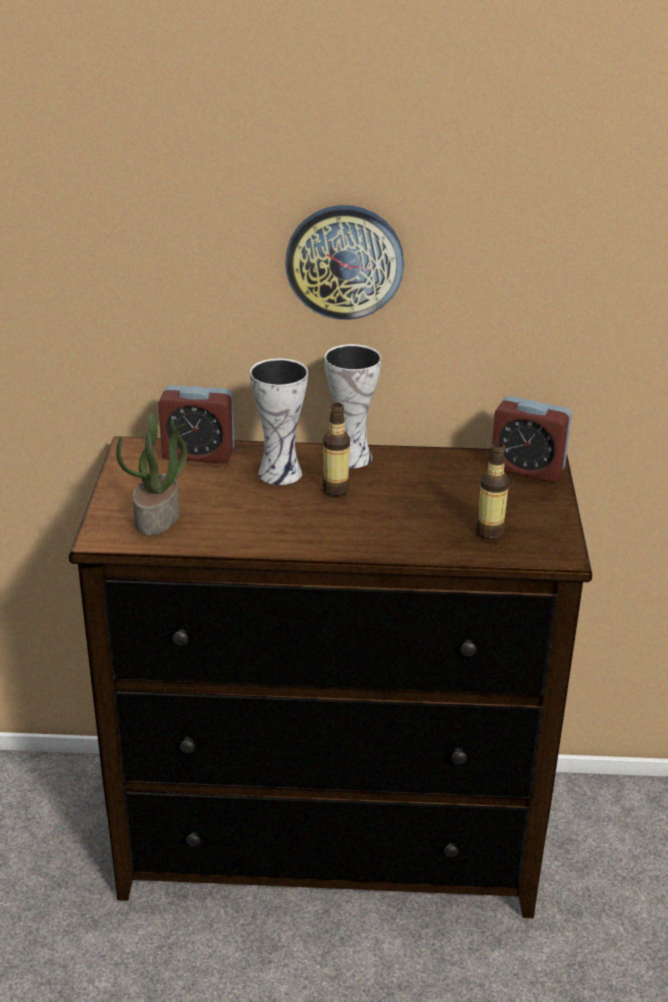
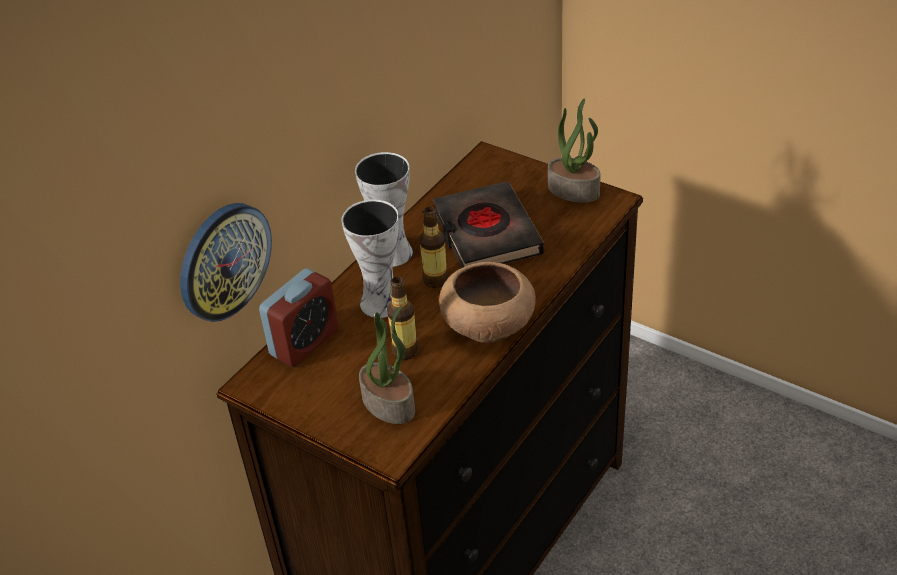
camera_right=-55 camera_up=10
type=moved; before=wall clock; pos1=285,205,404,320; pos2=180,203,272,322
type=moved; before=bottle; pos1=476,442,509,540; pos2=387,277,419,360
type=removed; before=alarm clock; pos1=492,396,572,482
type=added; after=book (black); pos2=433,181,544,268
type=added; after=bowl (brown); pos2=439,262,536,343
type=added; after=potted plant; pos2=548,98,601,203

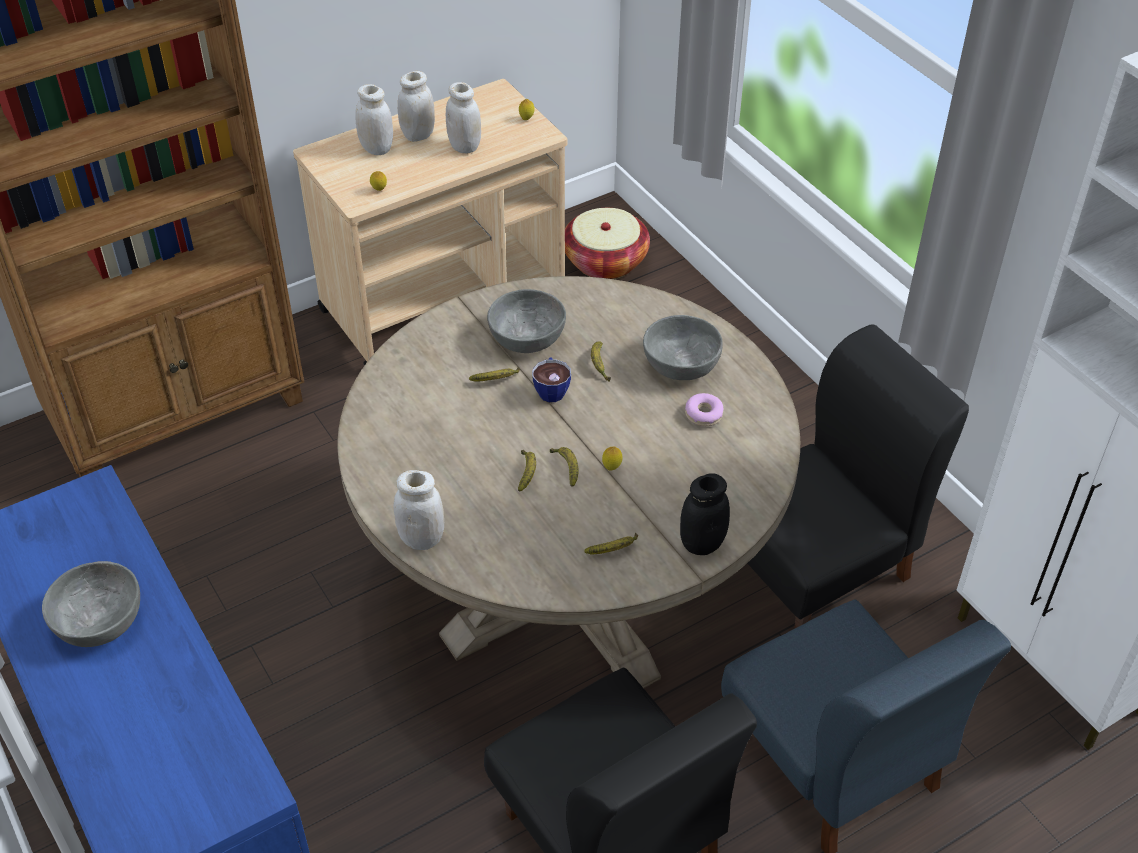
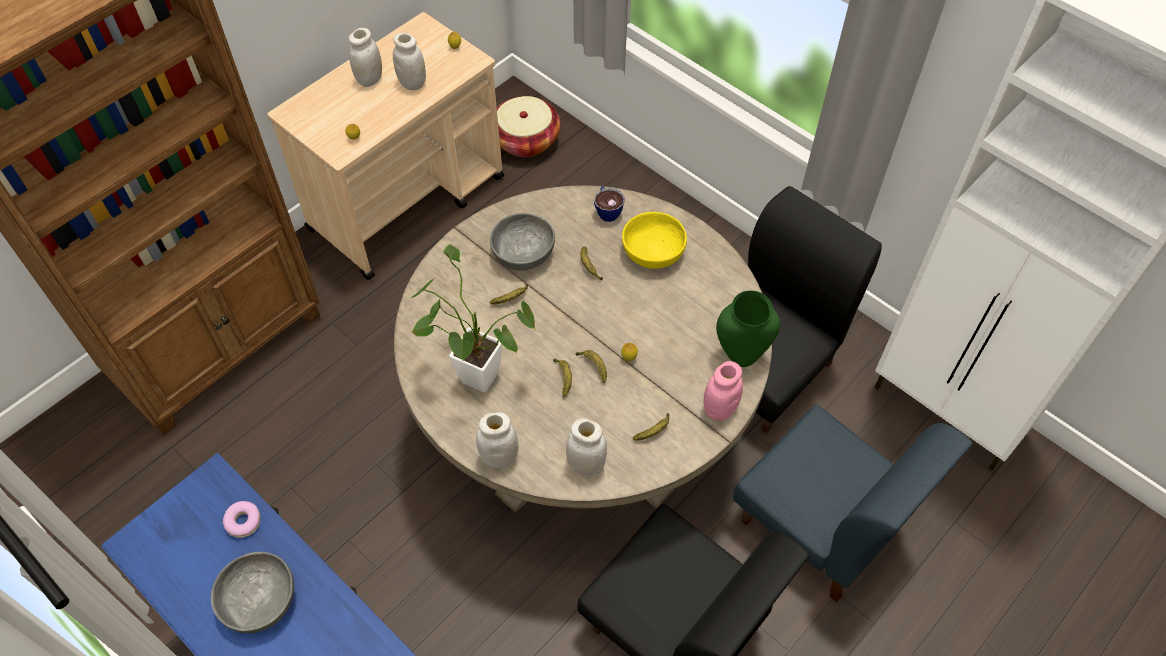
camera_right=-15 camera_up=10
type=moved; before=jar (white); pos1=355,84,393,155; pos2=566,418,607,476
type=moved; before=cup; pos1=532,358,571,402; pos2=594,187,625,222
type=recoloured; before=bowl (grey); after=bowl (yellow); pos1=643,315,723,380; pos2=622,212,687,269
type=recoloured; before=jar (black); after=jar (pink); pos1=680,473,730,555; pos2=704,361,743,421
type=moved; before=donut; pos1=685,393,724,426; pos2=223,501,260,538
type=added; after=potted plant; pos2=411,244,535,393
type=added; after=vase (green); pos2=716,290,780,367

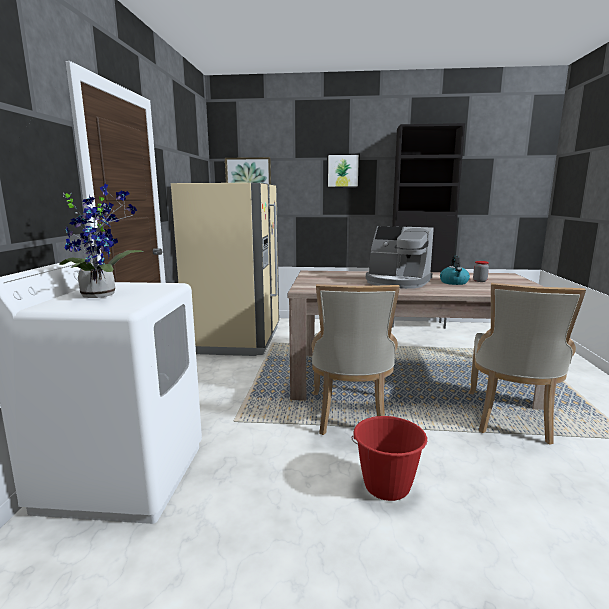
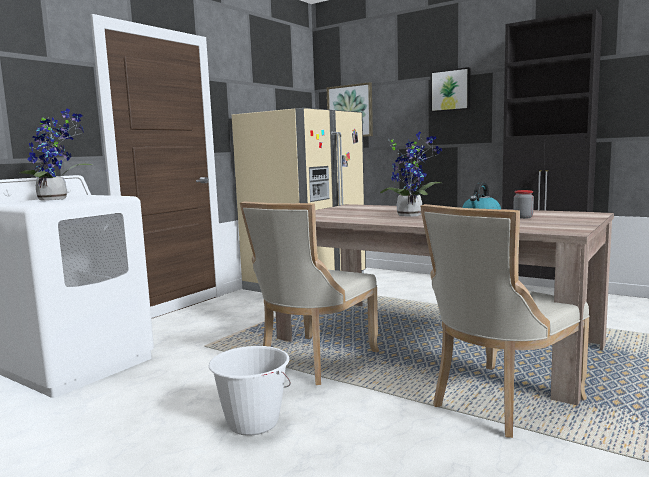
camera_right=30 camera_up=-5
type=recoloured; before=bucket (red); after=bucket (white); pos1=352,416,428,501; pos2=209,346,291,436
type=replaced; before=coffee machine; after=potted plant; pos1=366,226,434,289; pos2=380,131,442,217

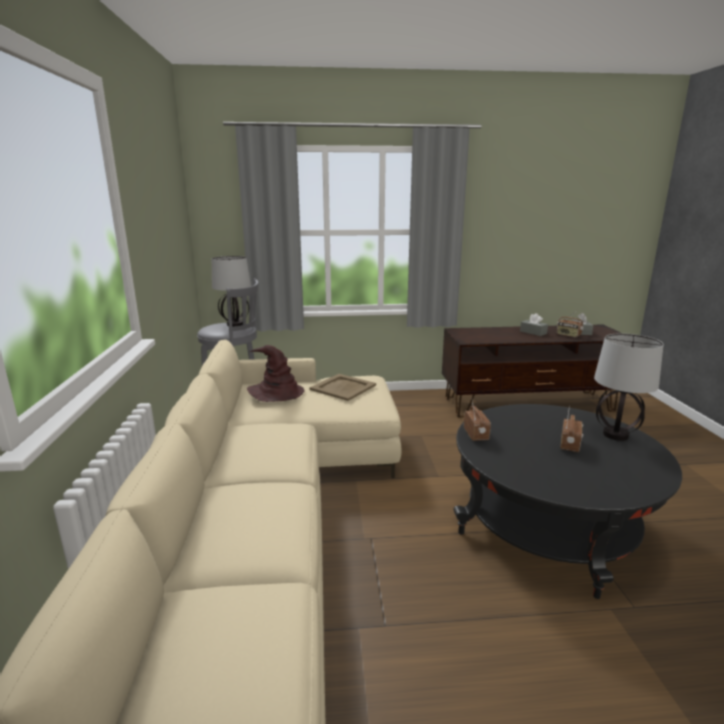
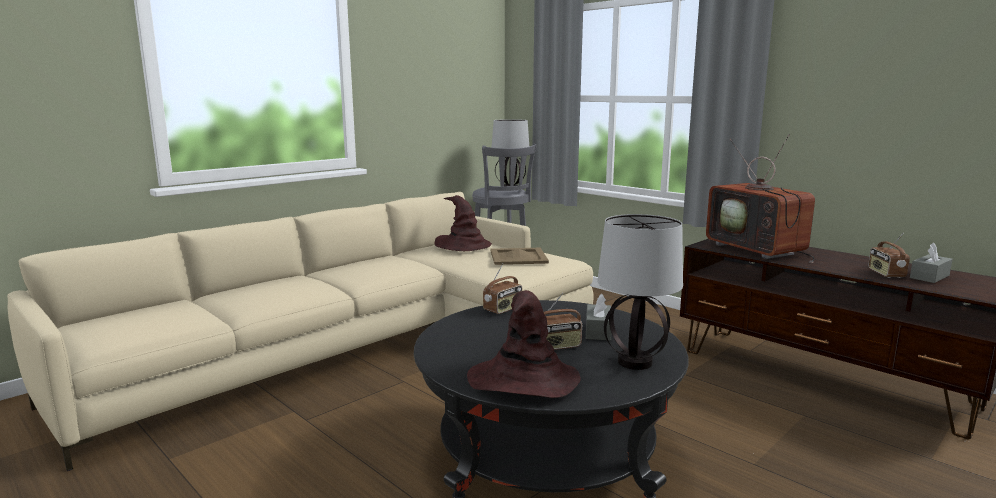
camera_right=50 camera_up=-5
type=moved; before=tissue box (grey); pos1=520,313,548,336; pos2=586,294,611,340
type=added; after=hat (brown); pos2=467,290,581,398
type=added; after=television; pos2=706,134,815,263

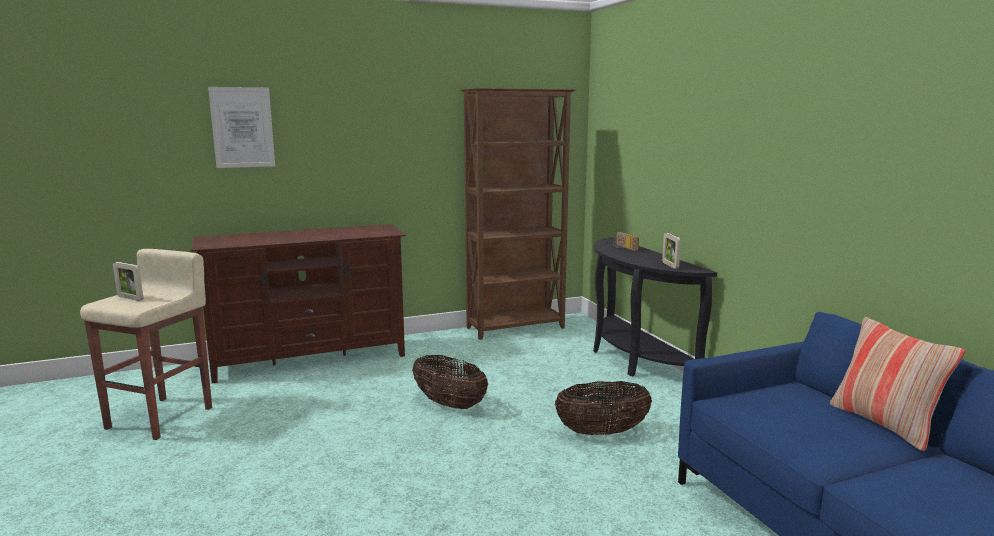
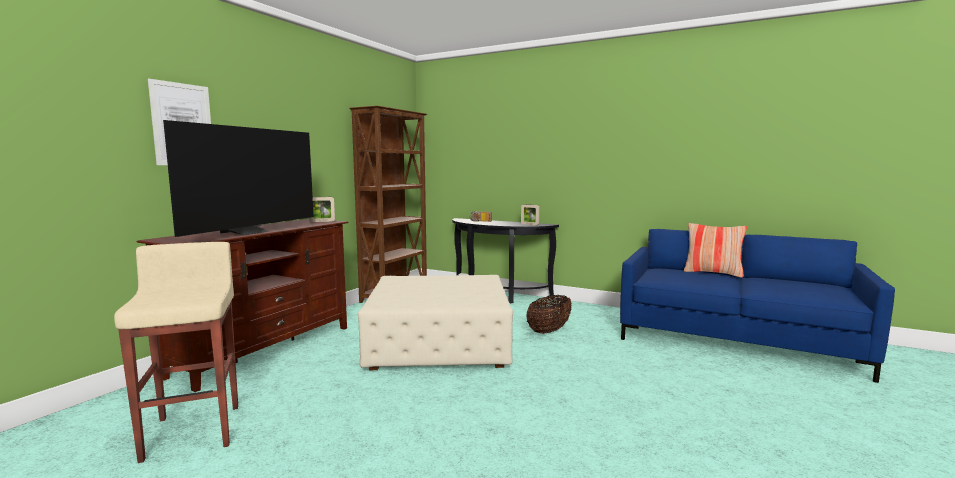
camera_right=-40 camera_up=-5
type=moved; before=picture frame; pos1=113,262,143,301; pos2=309,197,335,222
type=replaced; before=basket; after=ottoman (beige); pos1=412,355,488,409; pos2=358,275,513,370
type=added; after=television; pos2=163,120,314,237

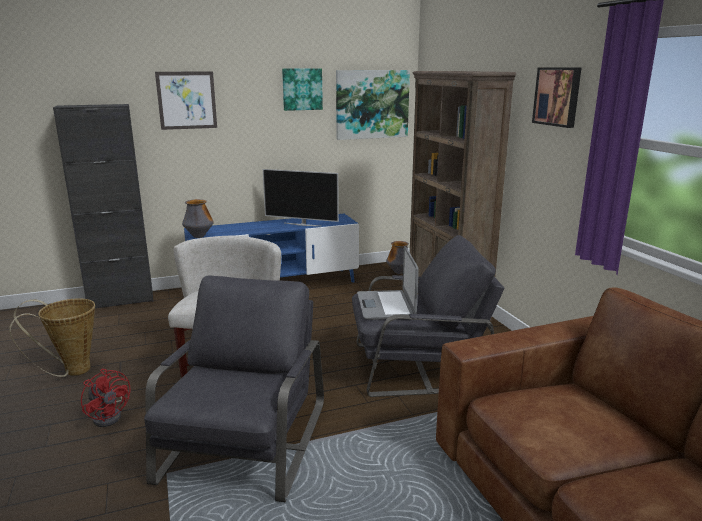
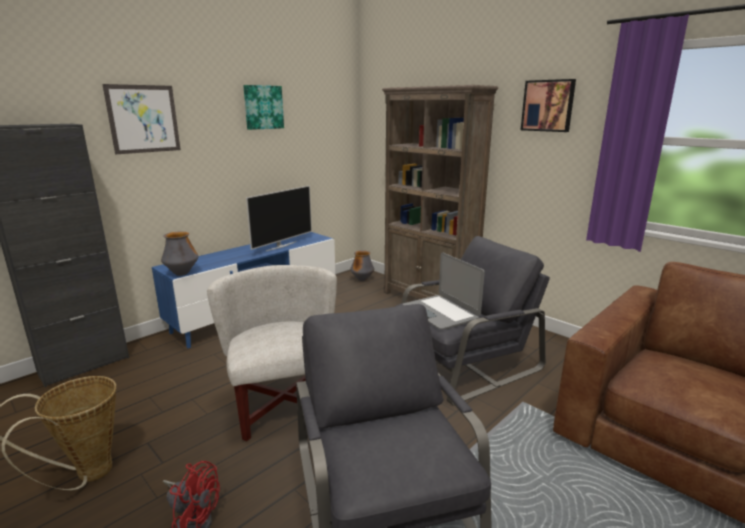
camera_right=-25 camera_up=0
type=turned; before=television; pos1=263,169,339,226; pos2=246,185,312,251; turn=-45
type=removed; before=picture; pos1=336,70,410,140

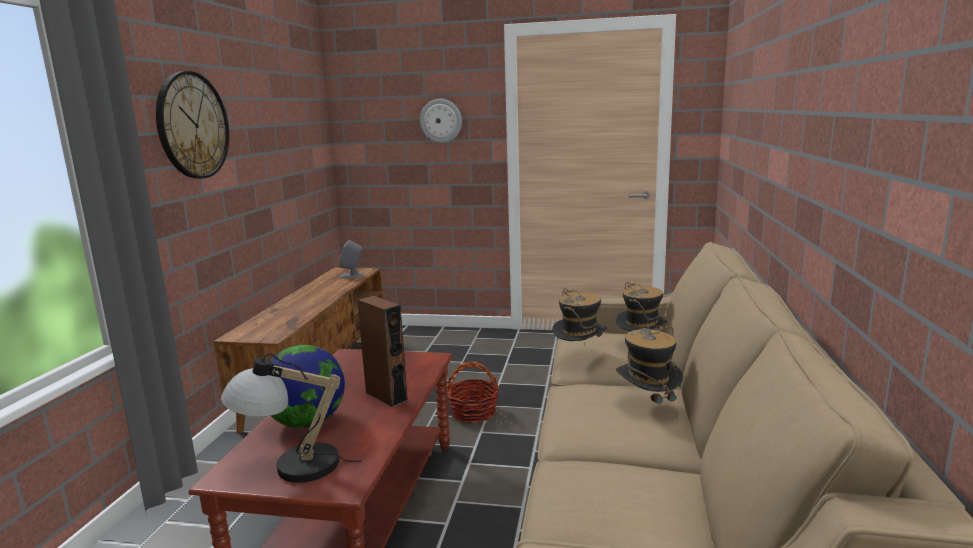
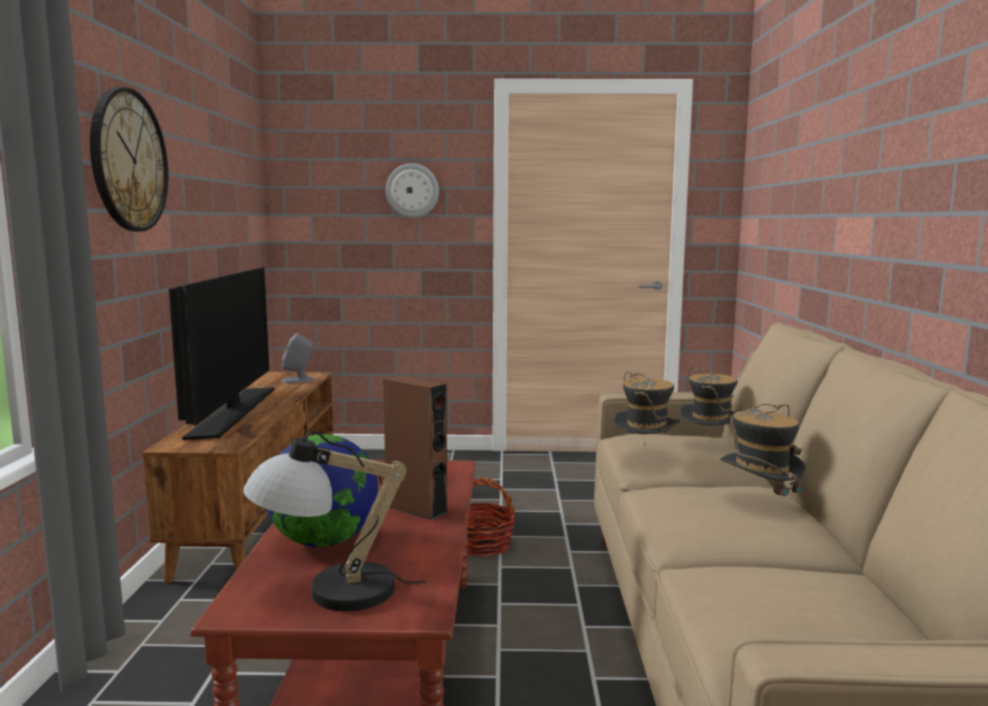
camera_right=-10 camera_up=-5
type=added; after=television; pos2=169,267,275,440

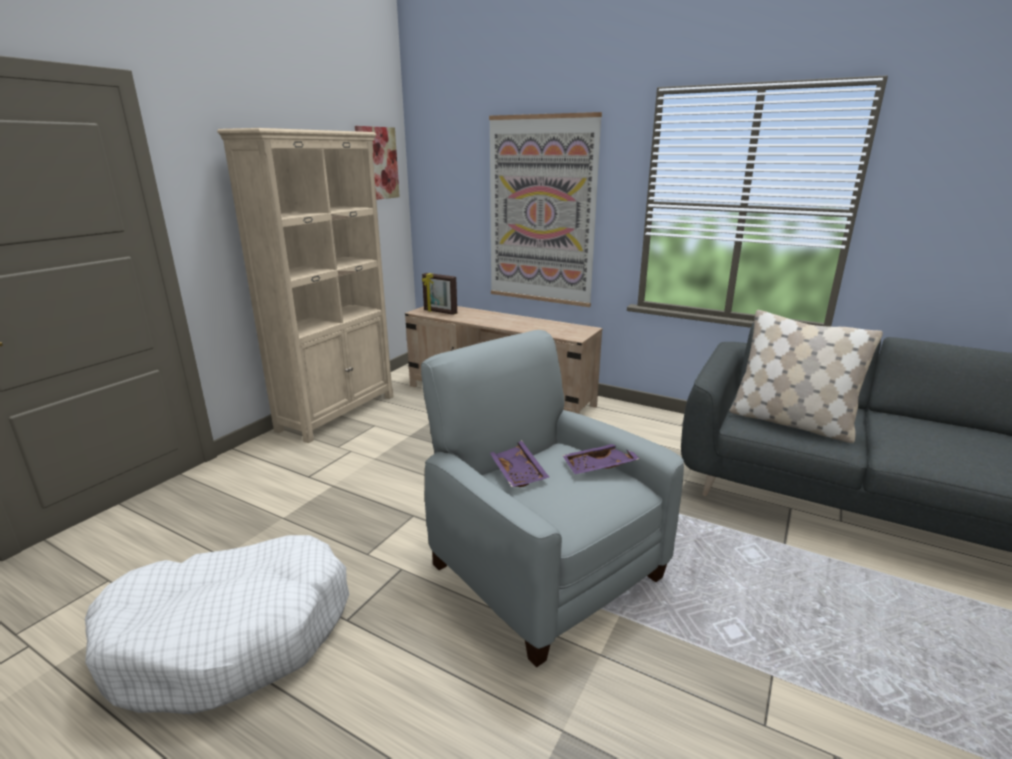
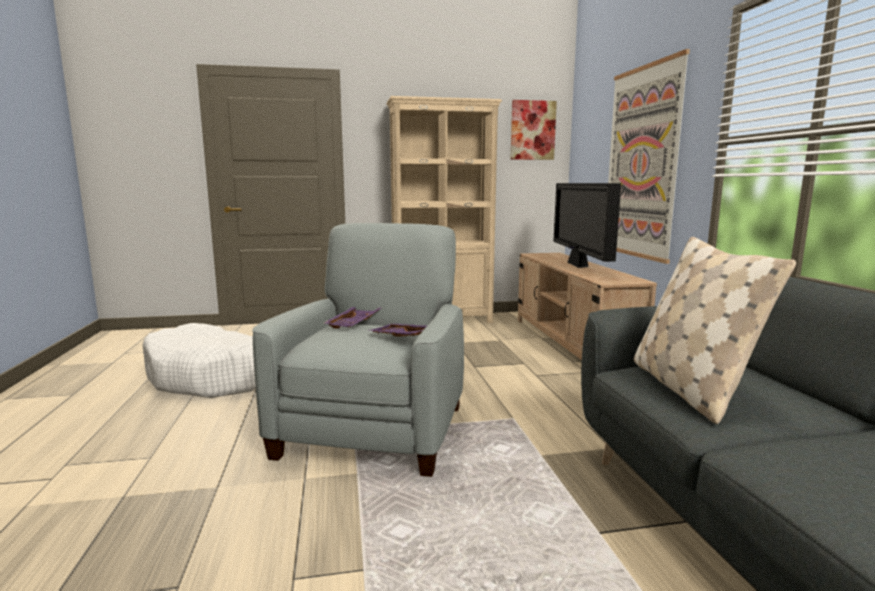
camera_right=50 camera_up=-10
type=removed; before=picture frame; pos1=422,273,457,315
type=added; after=television; pos2=553,183,621,268

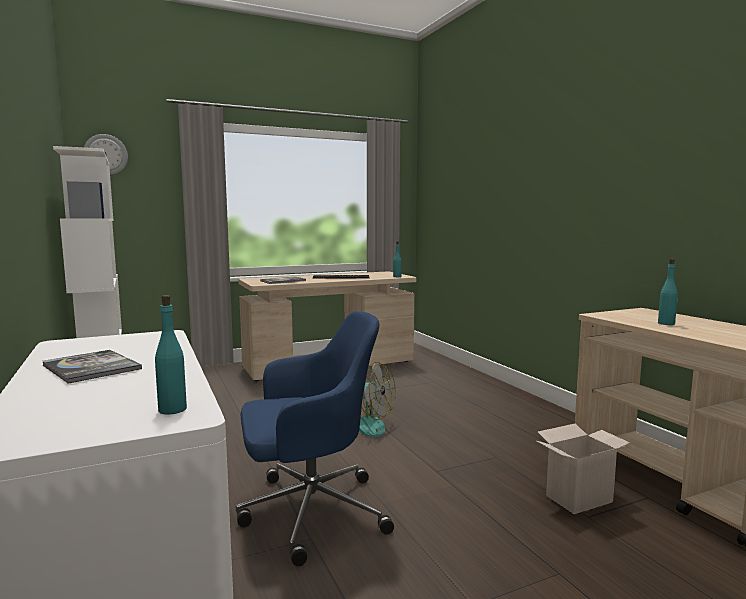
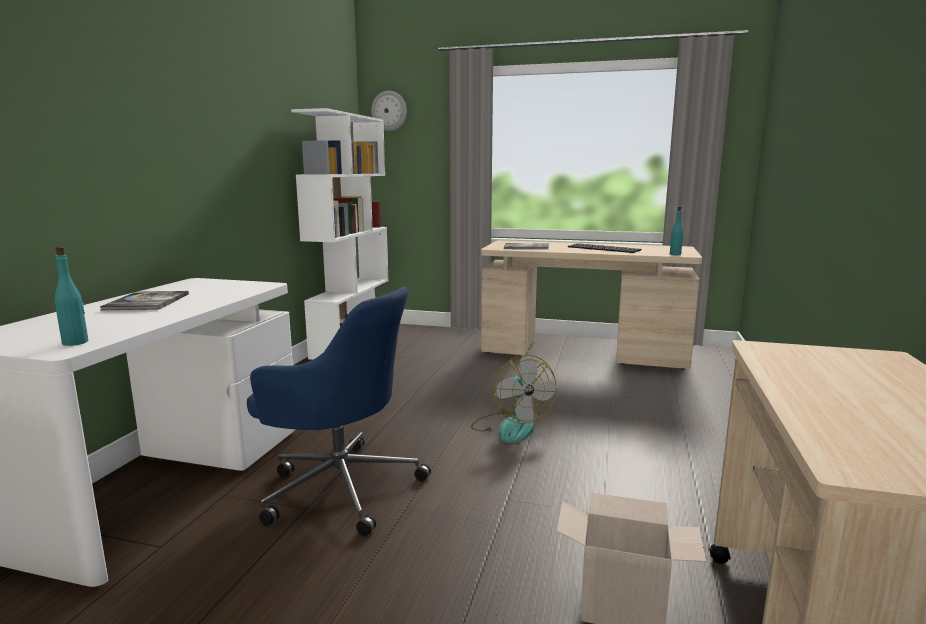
camera_right=40 camera_up=5
type=removed; before=bottle (turquoise); pos1=658,259,678,325

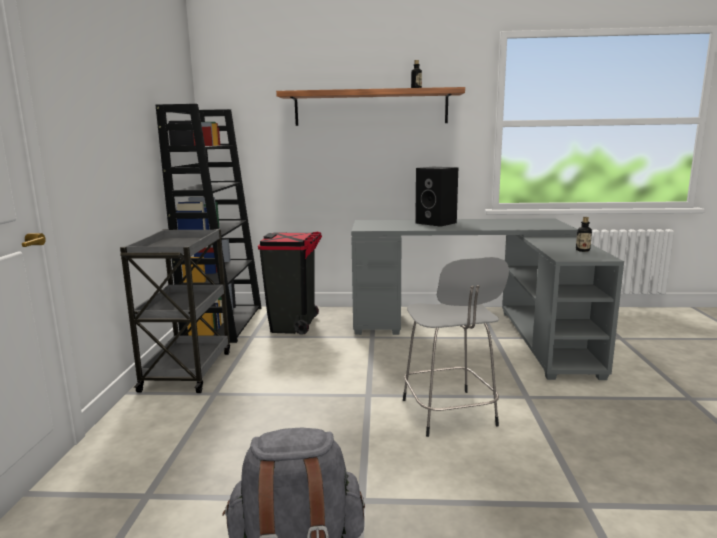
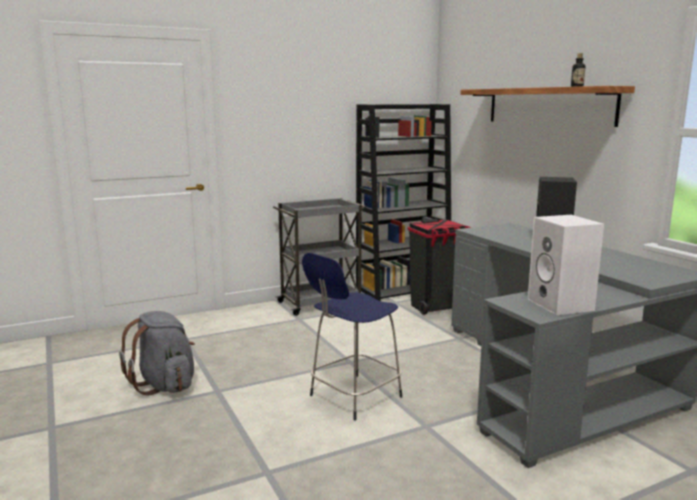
camera_right=60 camera_up=0
type=recoloured; before=stool (grey); after=stool (blue); pos1=403,257,509,437; pos2=302,253,402,421
type=replaced; before=bottle; after=speaker (white); pos1=576,217,592,252; pos2=528,215,604,315

